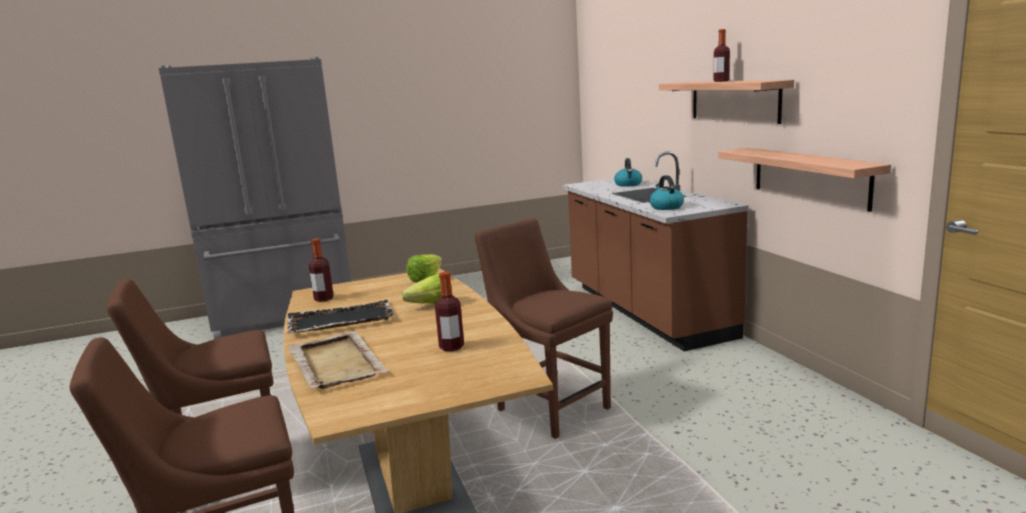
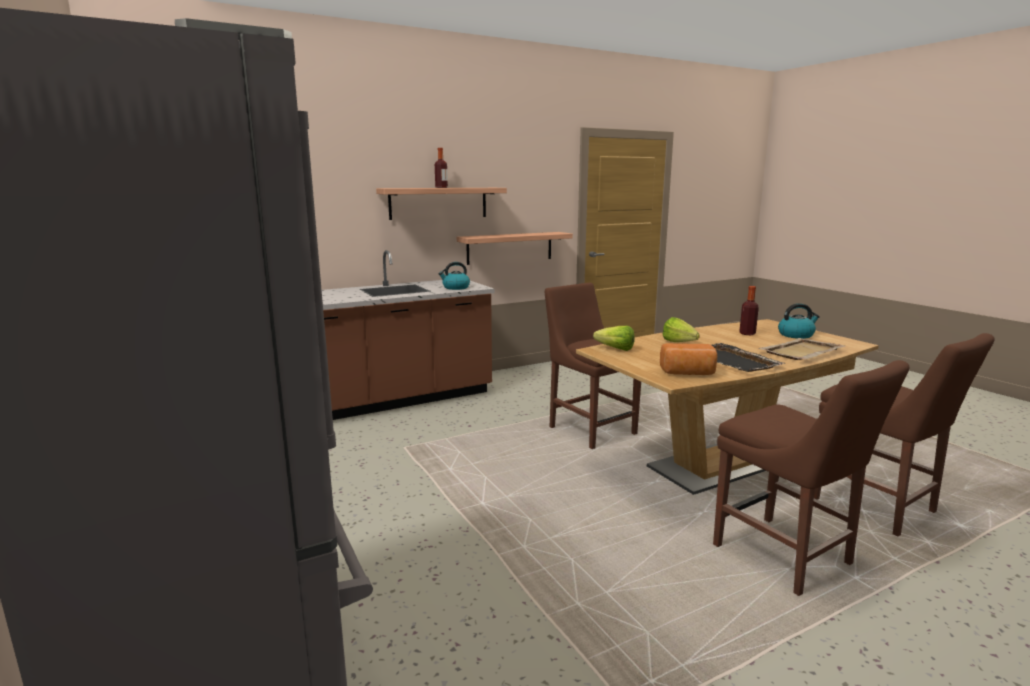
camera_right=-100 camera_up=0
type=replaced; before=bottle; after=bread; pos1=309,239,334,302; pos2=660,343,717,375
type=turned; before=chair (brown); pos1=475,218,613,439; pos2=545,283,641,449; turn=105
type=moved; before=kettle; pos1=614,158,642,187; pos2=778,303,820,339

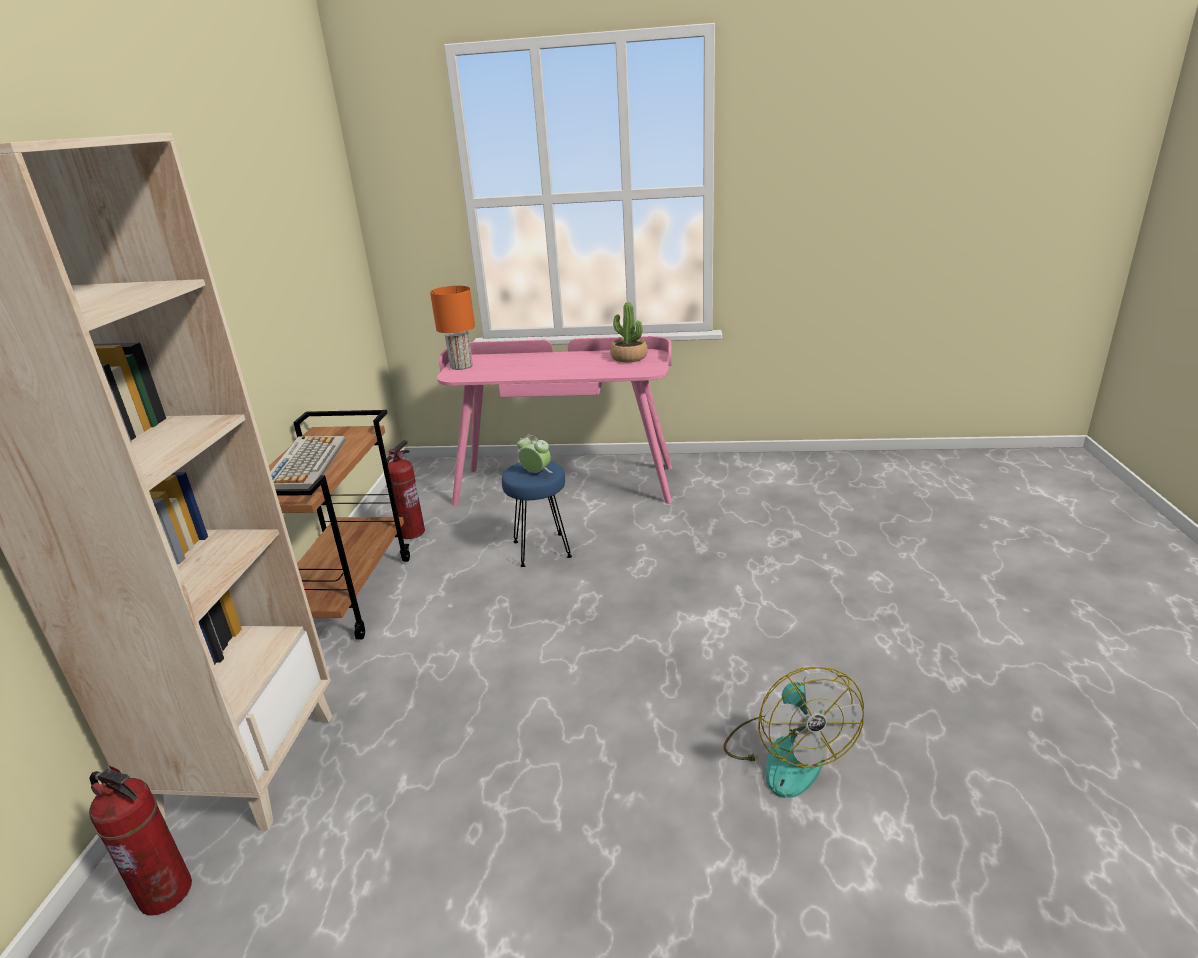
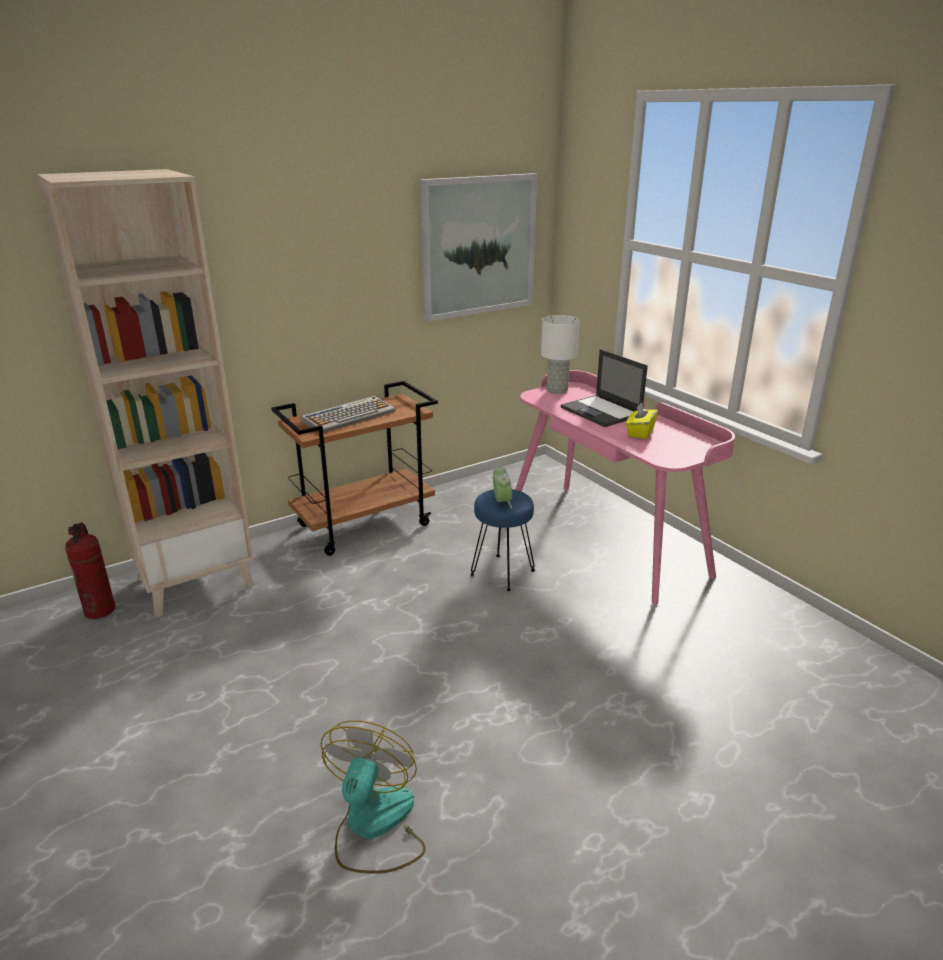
camera_right=50 camera_up=0
type=removed; before=fire extinguisher; pos1=384,440,425,539
type=recoloured; before=table lamp (orange); after=table lamp (white); pos1=430,286,475,370; pos2=541,315,580,394
type=removed; before=potted plant; pos1=610,302,648,362
type=turned; before=fan; pos1=723,667,864,798; pos2=321,720,426,874; turn=150
type=added; after=picture; pos2=420,173,537,322
type=added; after=laptop; pos2=561,349,648,427
type=added; after=tissue box (yellow); pos2=626,402,658,439

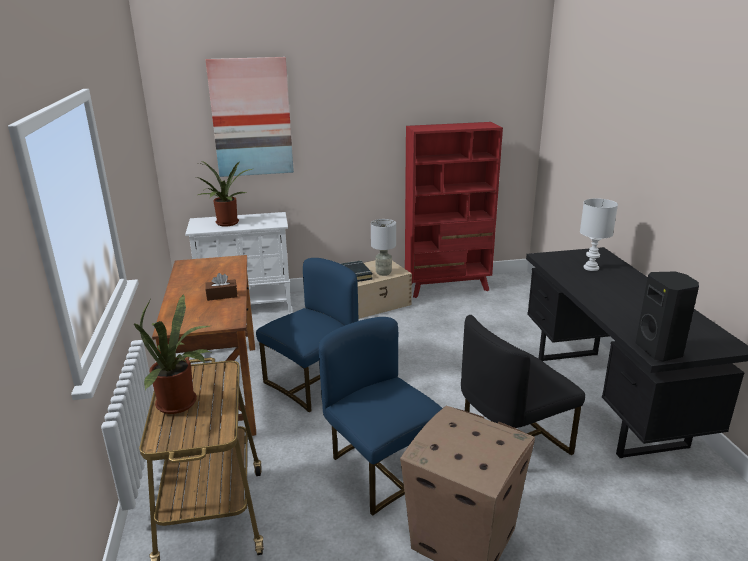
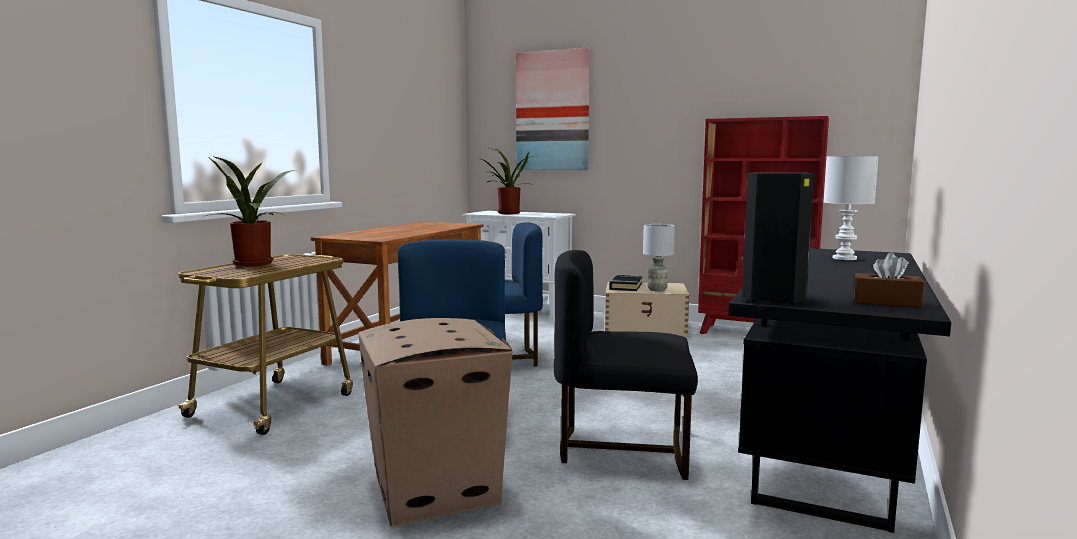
camera_right=35 camera_up=-15
type=moved; before=tissue box (brown); pos1=205,273,237,301; pos2=854,253,925,308

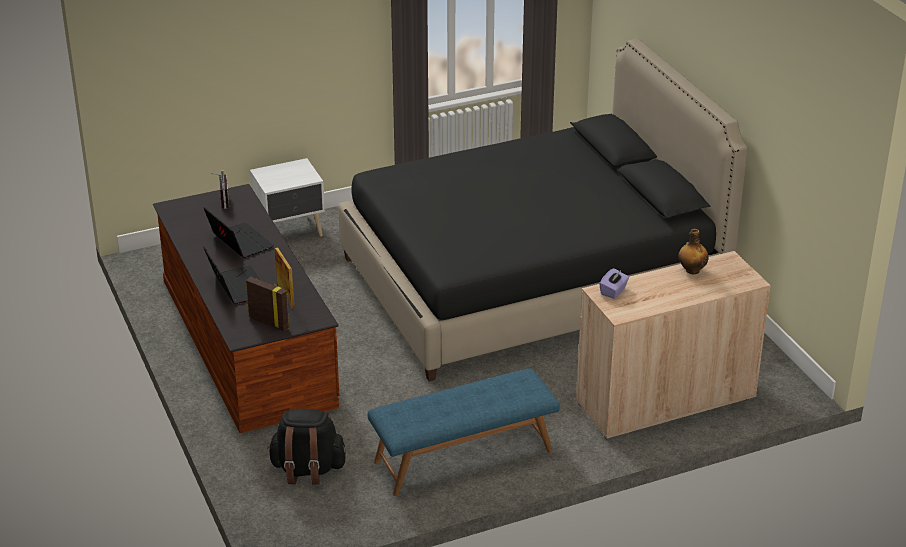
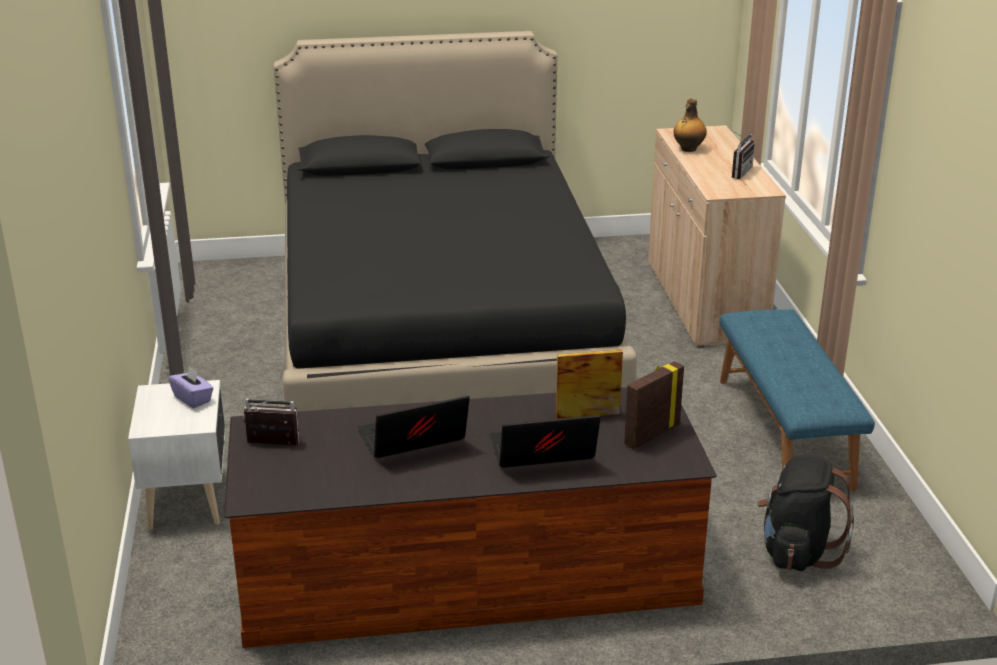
camera_right=-75 camera_up=-5
type=moved; before=tissue box (purple); pos1=599,268,629,299; pos2=168,366,214,408
type=added; after=radio; pos2=730,129,755,179

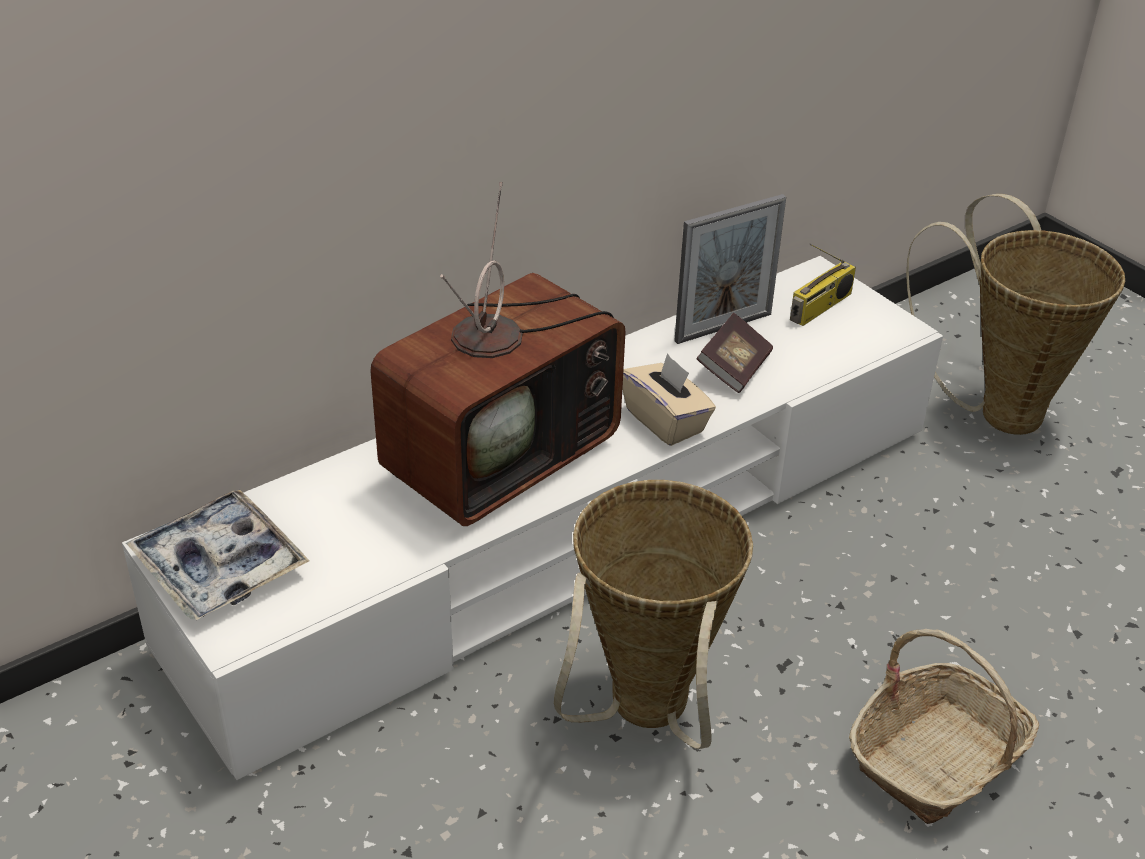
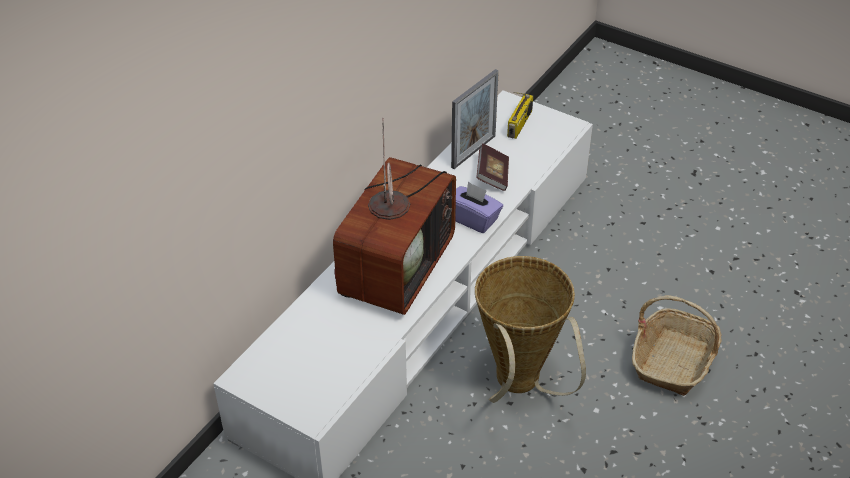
camera_right=-20 camera_up=5
type=removed; before=tray; pos1=126,490,310,620
type=recoloured; before=tissue box (beige); after=tissue box (purple); pos1=622,353,716,446; pos2=455,181,503,233
type=removed; before=basket; pos1=906,194,1125,435

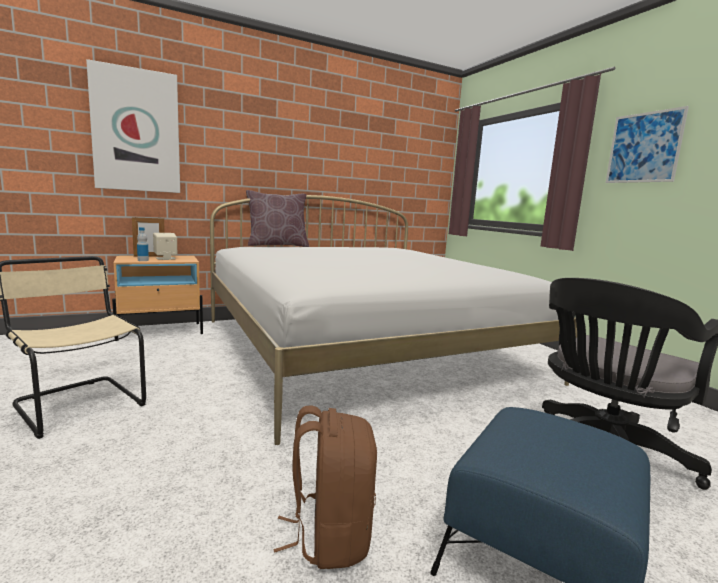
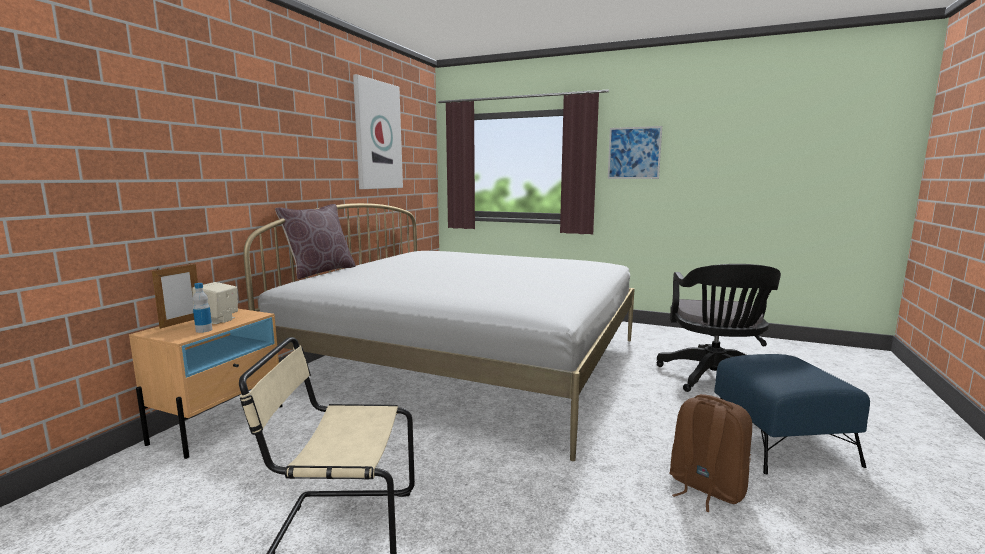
camera_right=-40 camera_up=0
type=moved; before=picture; pos1=86,59,180,193; pos2=353,74,403,189

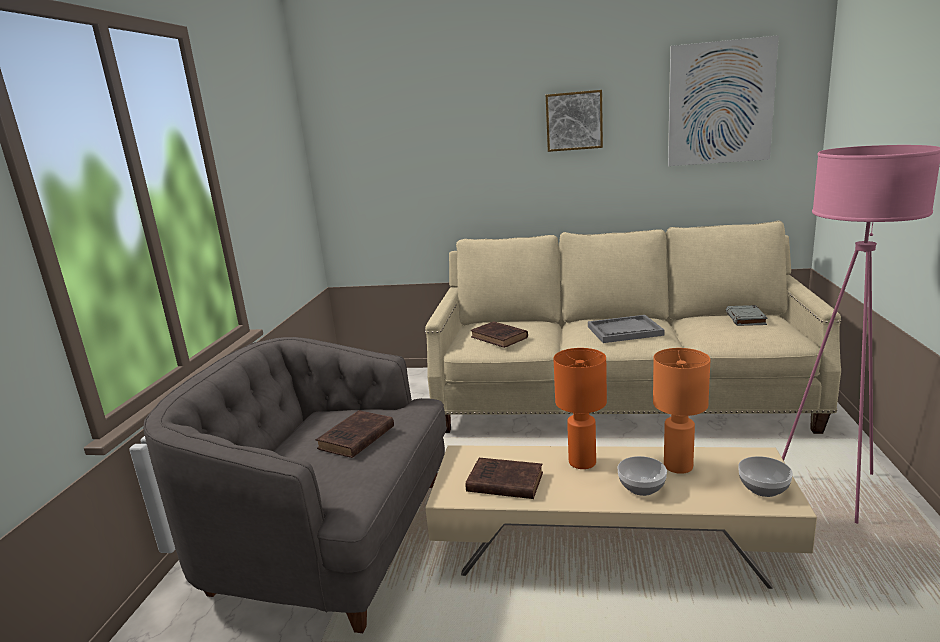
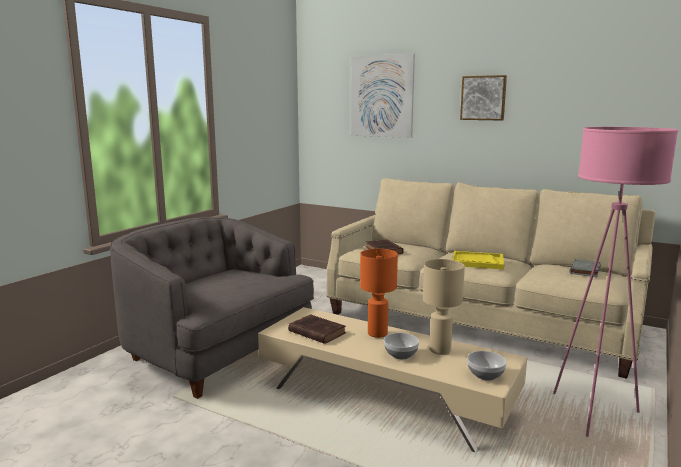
camera_right=20 camera_up=-5
type=removed; before=book (brown); pos1=316,410,394,458
type=recoloured; before=tray (grey); after=tray (yellow); pos1=588,315,664,343; pos2=452,251,504,270
type=recoloured; before=table lamp (orange); after=table lamp (beige); pos1=653,348,710,474; pos2=423,259,465,355
type=moved; before=picture; pos1=668,35,779,166; pos2=351,54,415,138

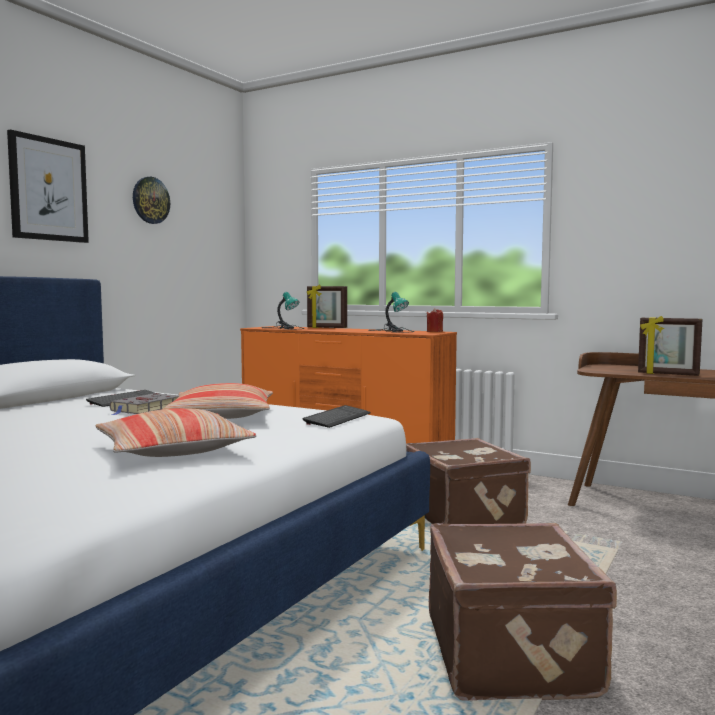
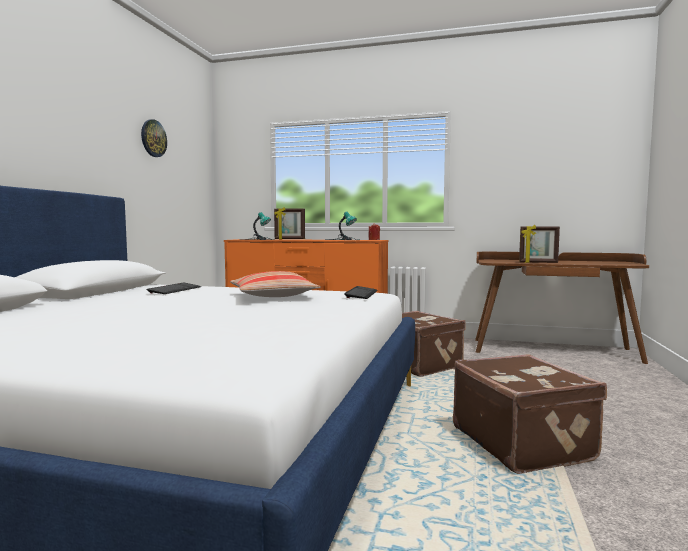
camera_right=-15 camera_up=0
type=removed; before=picture; pos1=7,129,89,243
type=removed; before=pillow; pos1=95,408,256,457
type=removed; before=book (grey); pos1=110,393,179,415

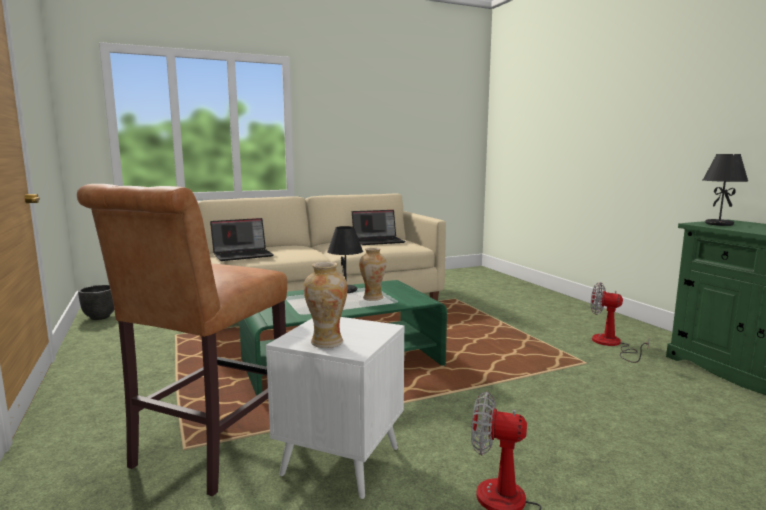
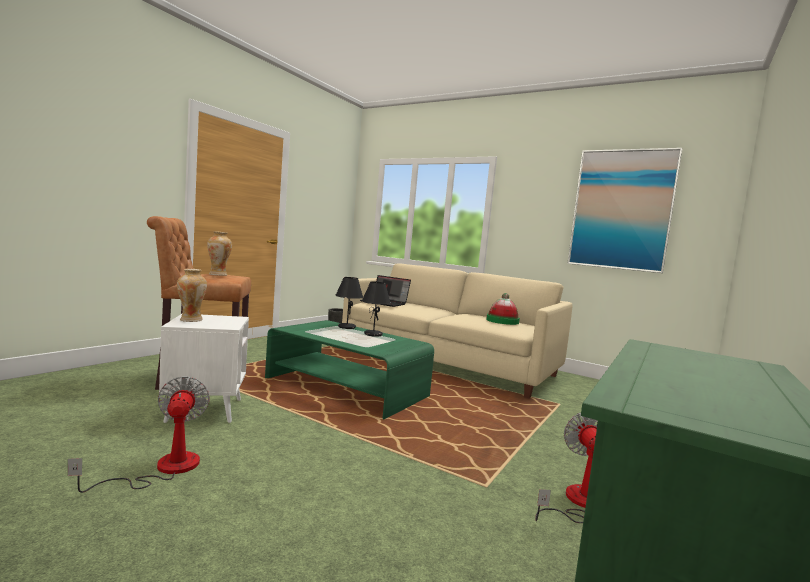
camera_right=55 camera_up=-5
type=replaced; before=laptop; after=hat; pos1=352,210,406,245; pos2=486,293,520,325
type=moved; before=vase; pos1=359,247,386,301; pos2=207,231,232,276
type=moved; before=table lamp (black); pos1=703,154,748,226; pos2=335,277,363,329
type=added; after=picture; pos2=567,148,682,273

